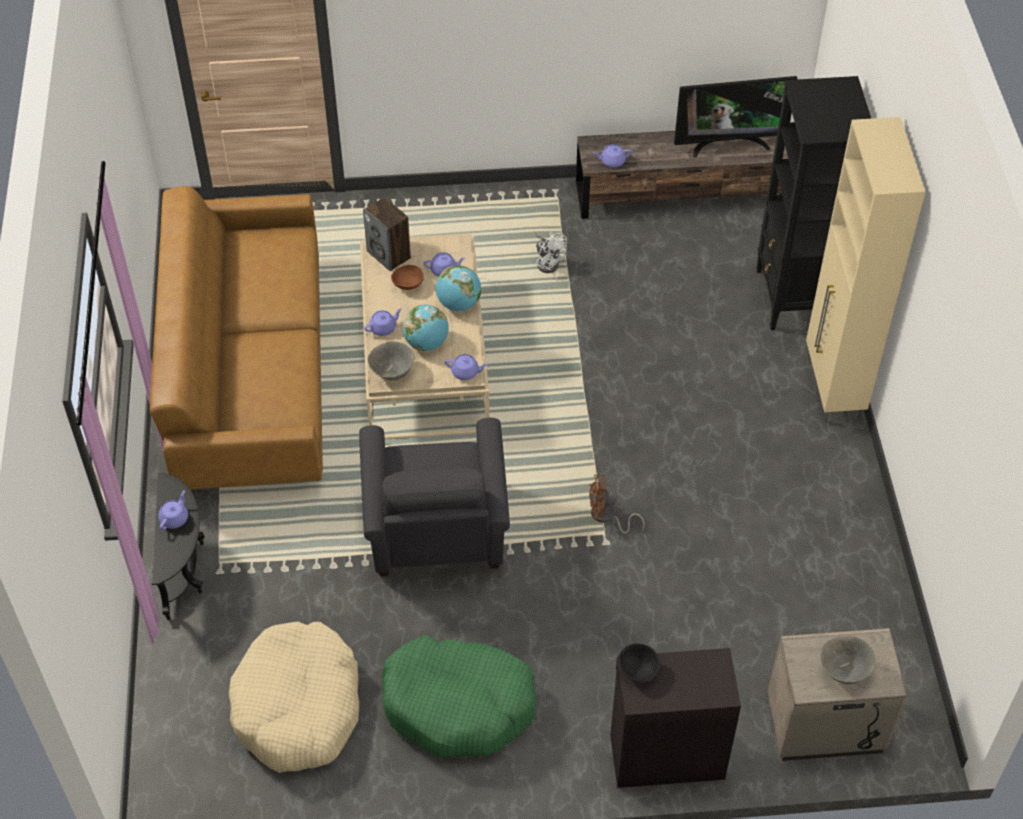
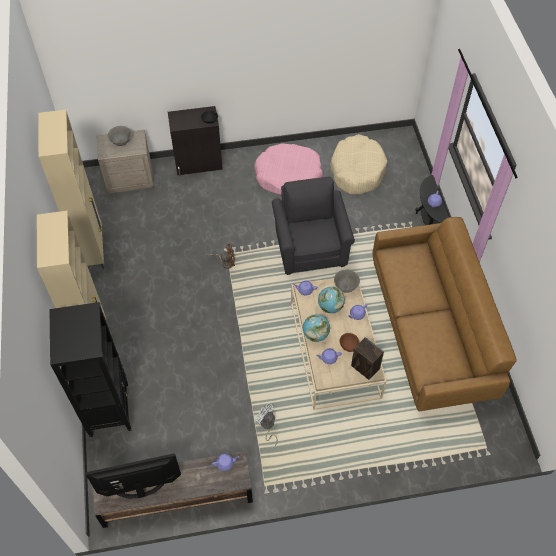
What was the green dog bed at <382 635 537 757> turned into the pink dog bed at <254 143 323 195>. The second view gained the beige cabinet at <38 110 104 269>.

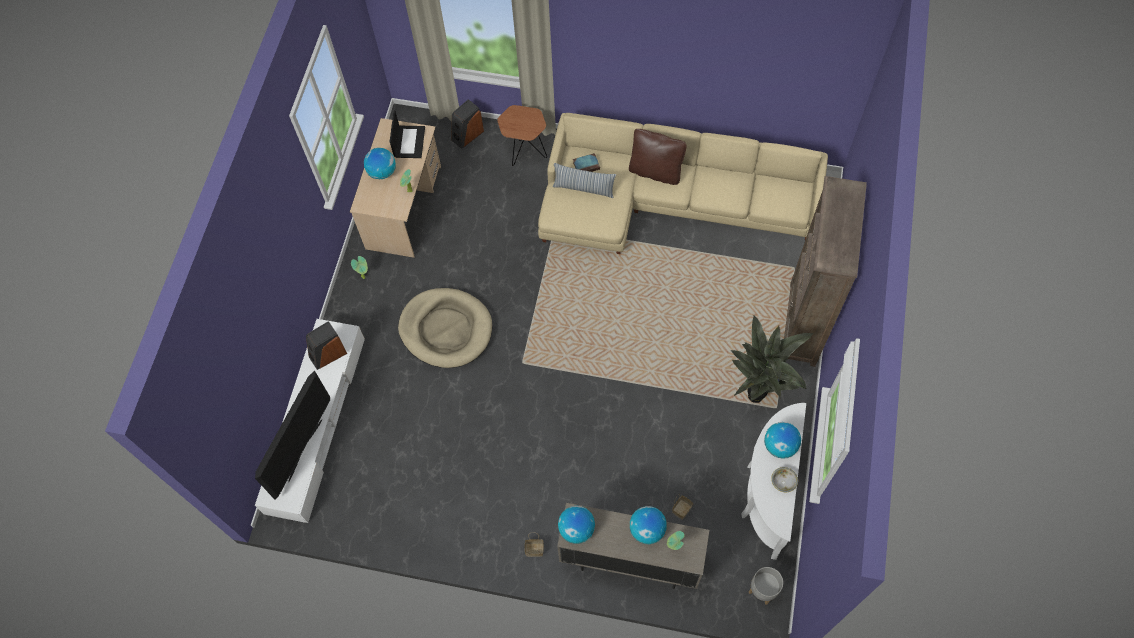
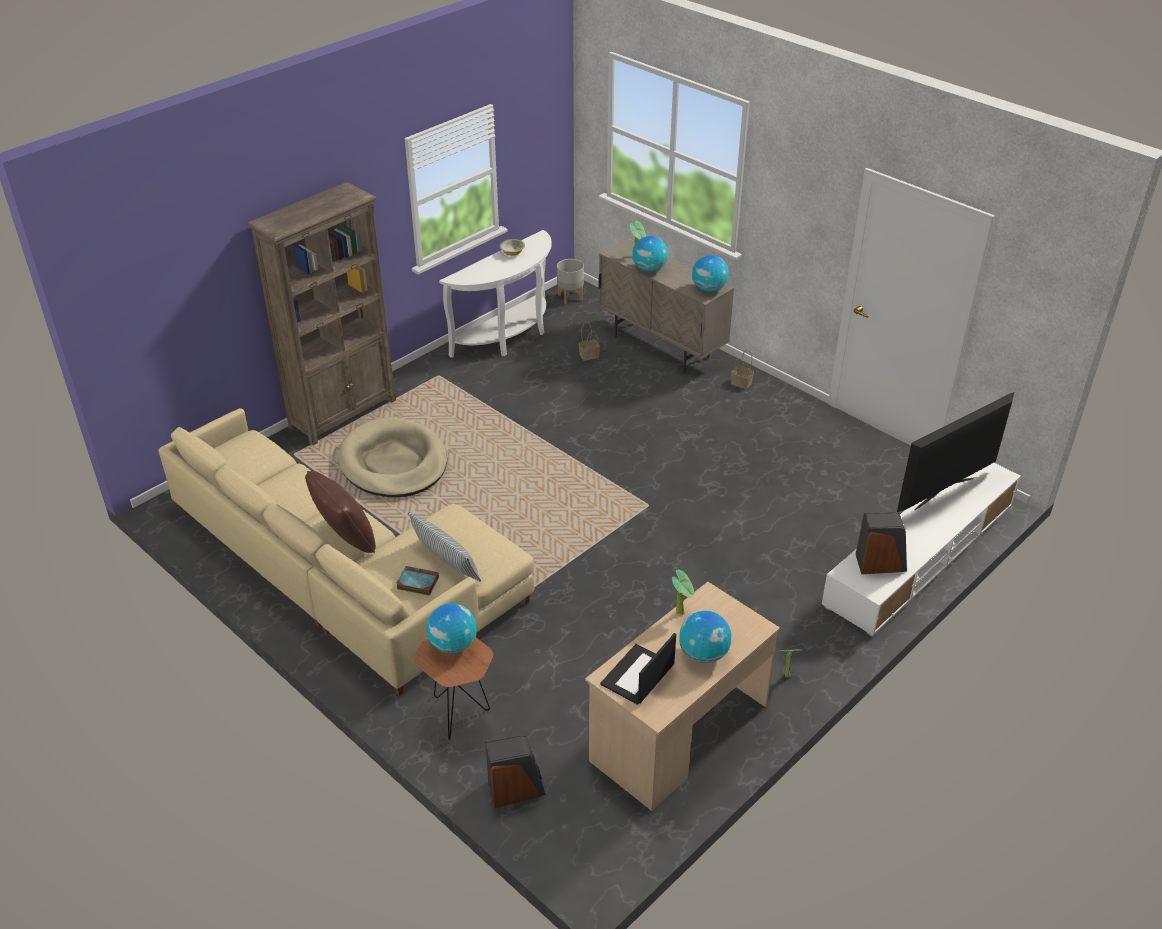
The beige dog bed ended up elsewhere, having gone from <398 288 492 368> to <338 417 447 497>. The second view lost the potted plant at <730 315 814 403>. The globe ended up elsewhere, having gone from <764 422 801 459> to <426 603 477 654>.

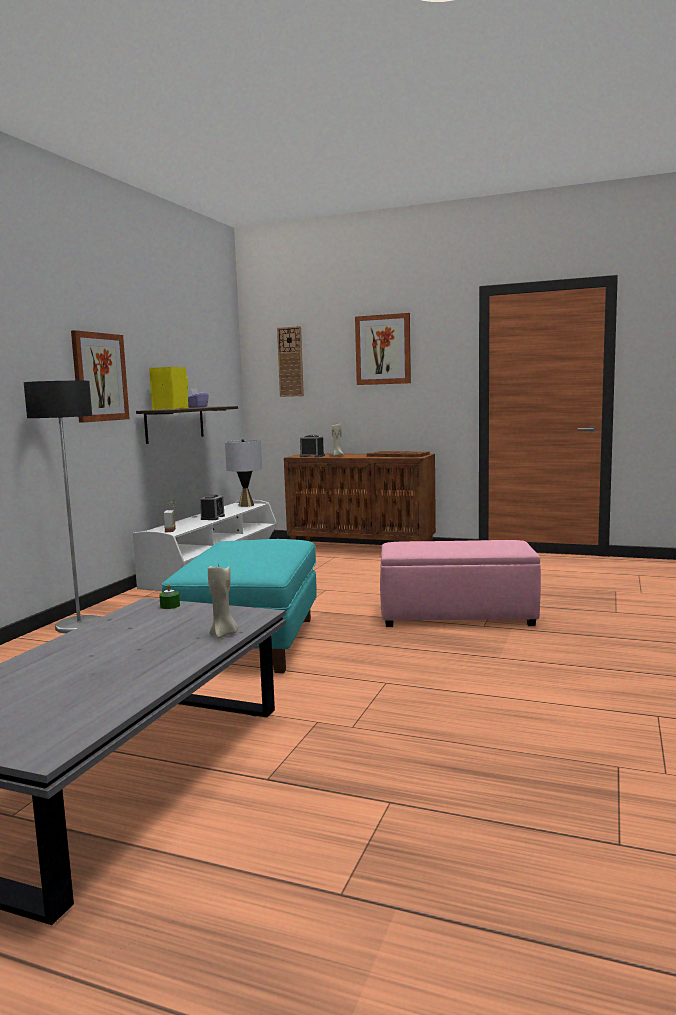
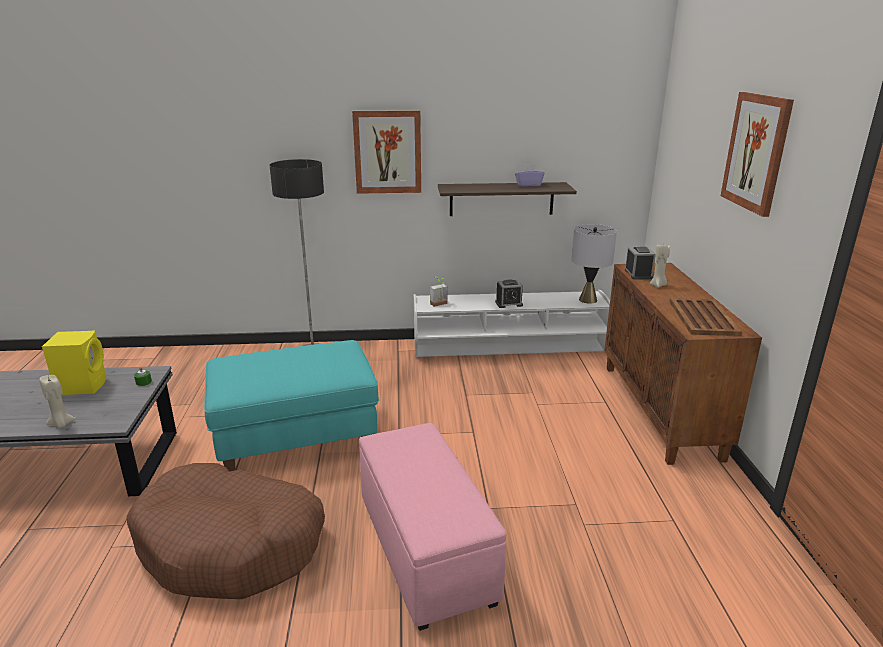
The yellow speaker ended up elsewhere, having gone from <149 367 188 410> to <42 330 107 395>. The second view lost the wall clock at <277 326 304 397>. The second view gained the brown dog bed at <127 463 325 599>.

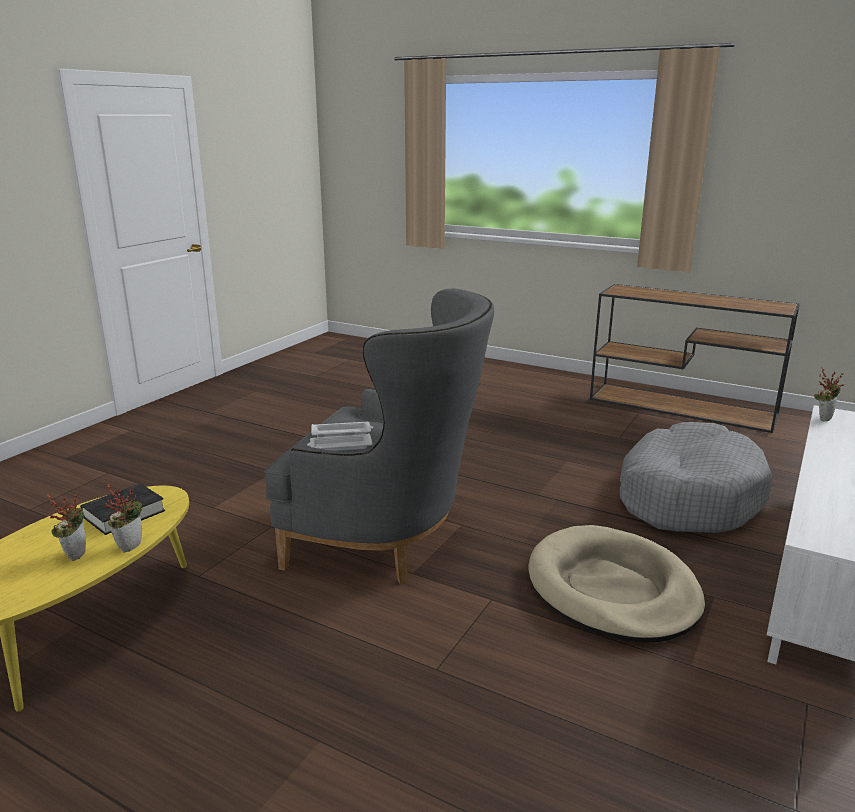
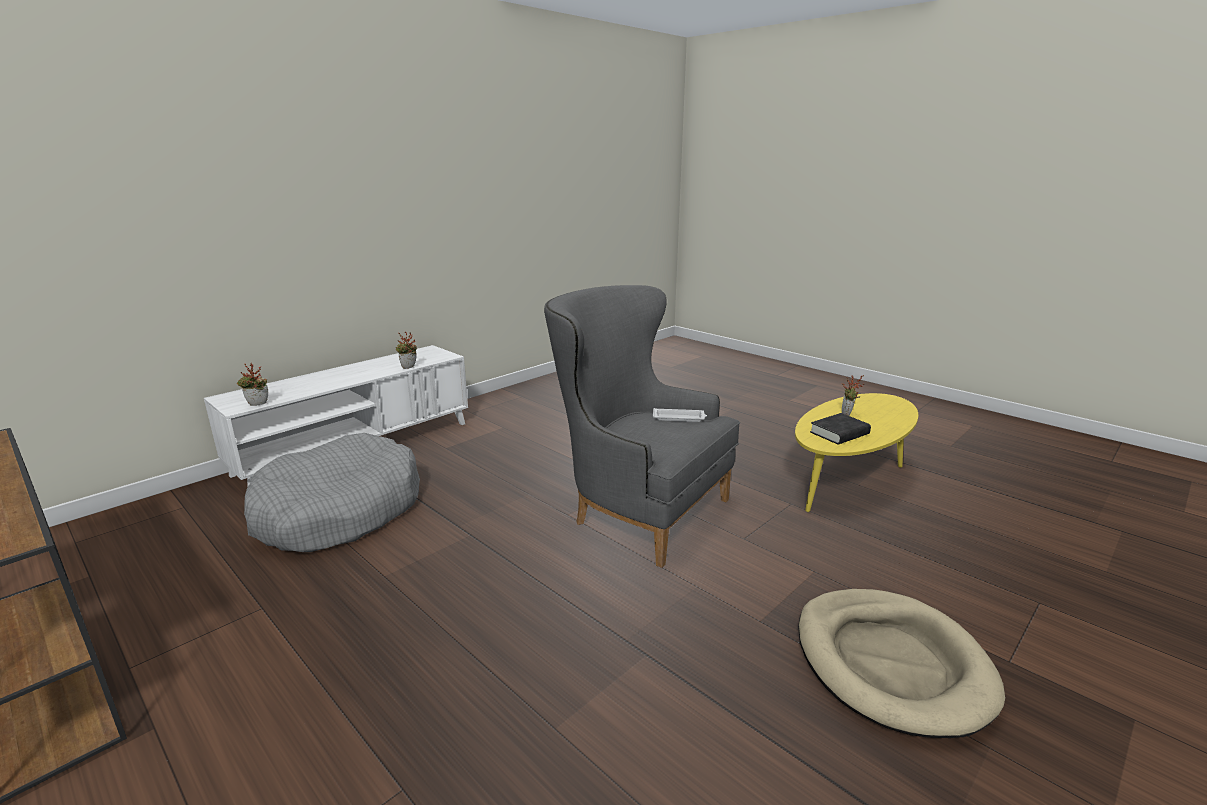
The potted plant ended up elsewhere, having gone from <105 484 142 553> to <396 331 417 369>. The second view lost the white tray at <311 422 373 437>. The beige dog bed ended up elsewhere, having gone from <528 525 705 642> to <798 589 1005 738>.

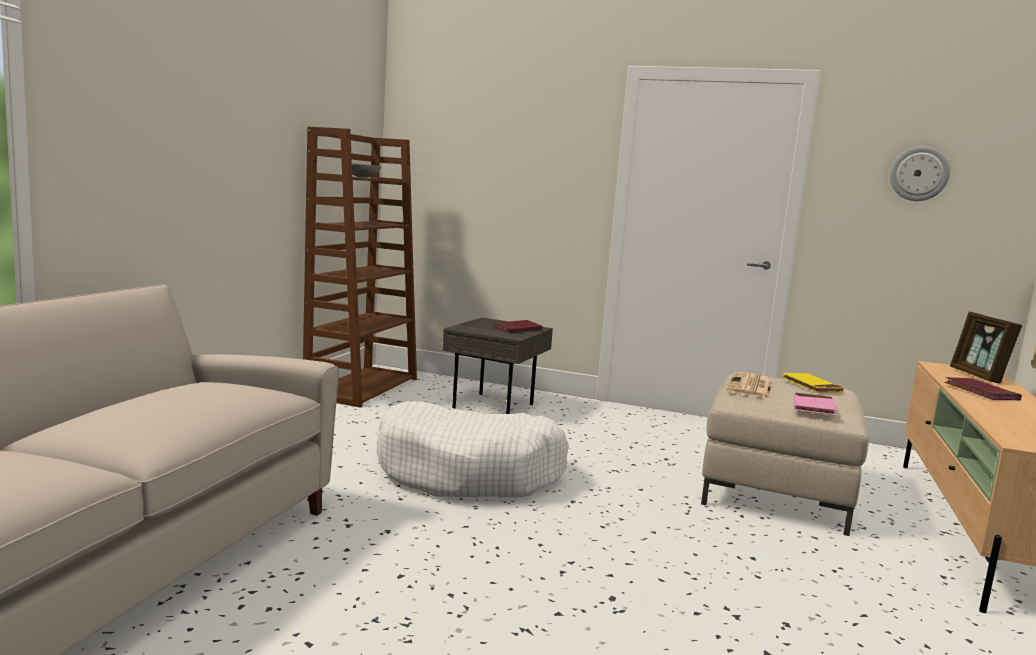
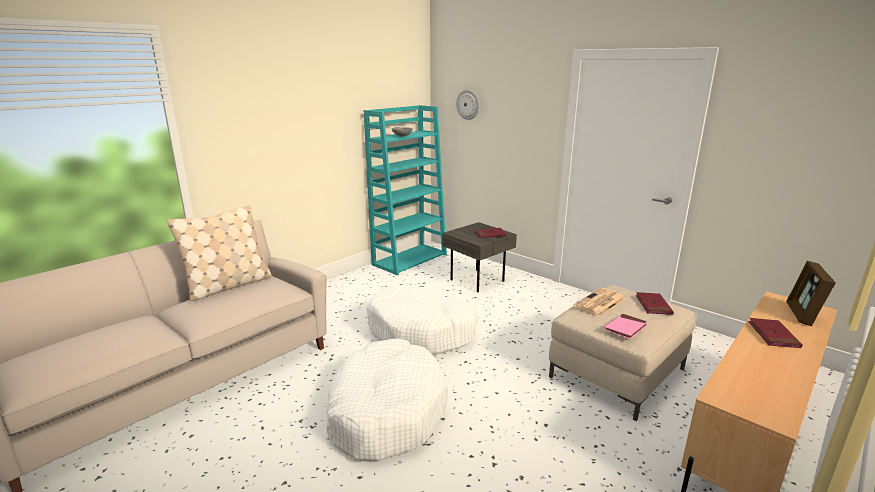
What was the brown bookcase at <303 127 417 408> turned into the turquoise bookcase at <364 105 447 276>. What was the yellow book at <781 373 844 393> turned into the red book at <636 292 674 315>. The wall clock ended up elsewhere, having gone from <890 146 950 201> to <456 89 479 120>. The second view gained the beige pillow at <167 205 272 301>. The second view gained the white dog bed at <326 339 448 461>.

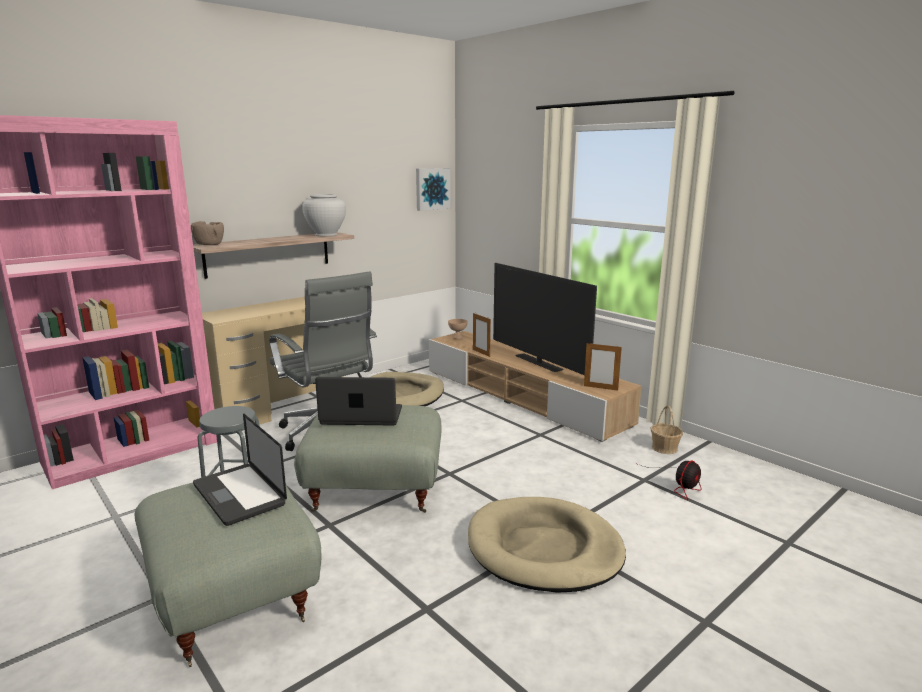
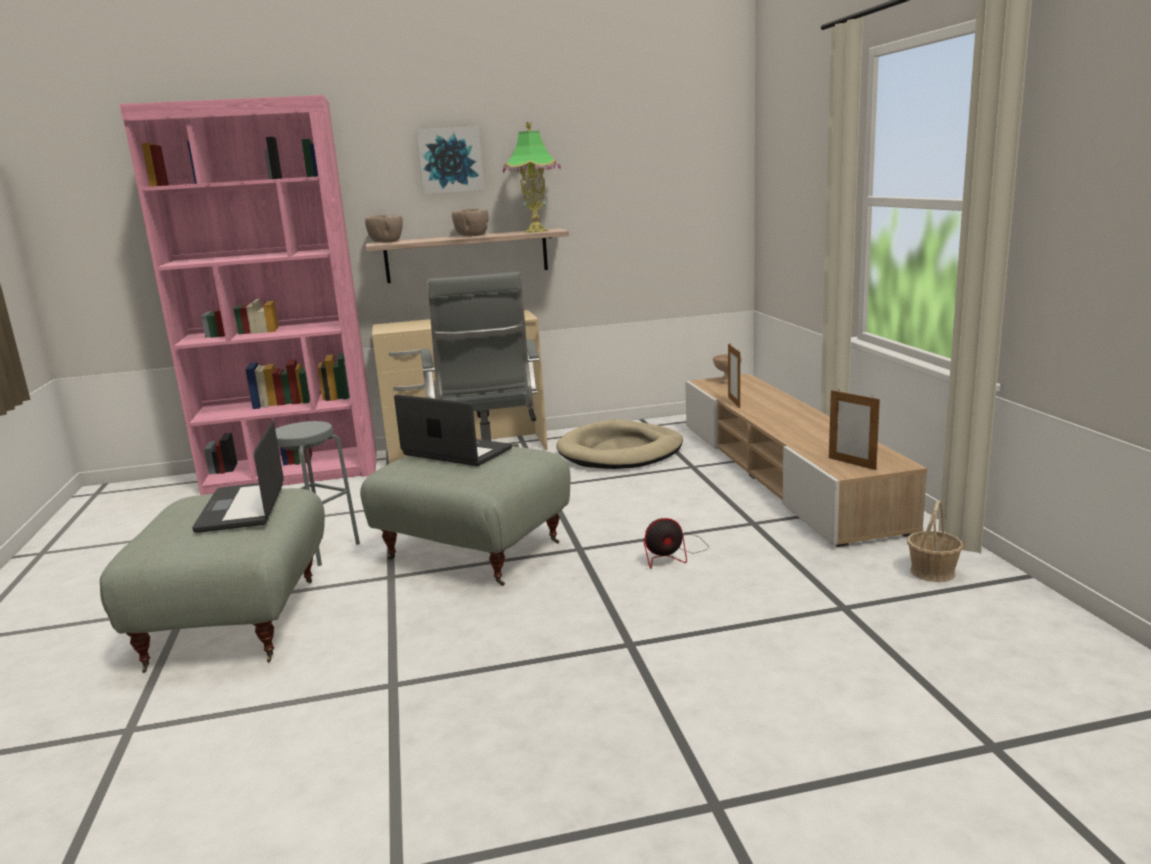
Where the white vase stood at <302 194 346 236>, the table lamp came to stand at <503 122 561 232>. The picture ended up elsewhere, having gone from <416 168 451 211> to <416 126 484 194>. The second view lost the beige dog bed at <468 497 626 593>. The second view lost the television at <493 263 597 375>. The fan ended up elsewhere, having gone from <638 460 702 500> to <643 518 707 569>. The second view gained the brown bowl at <452 208 488 236>.

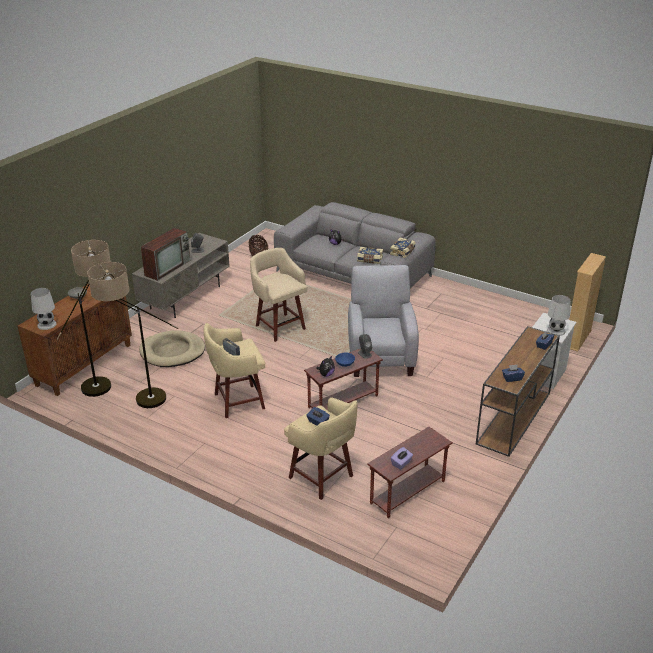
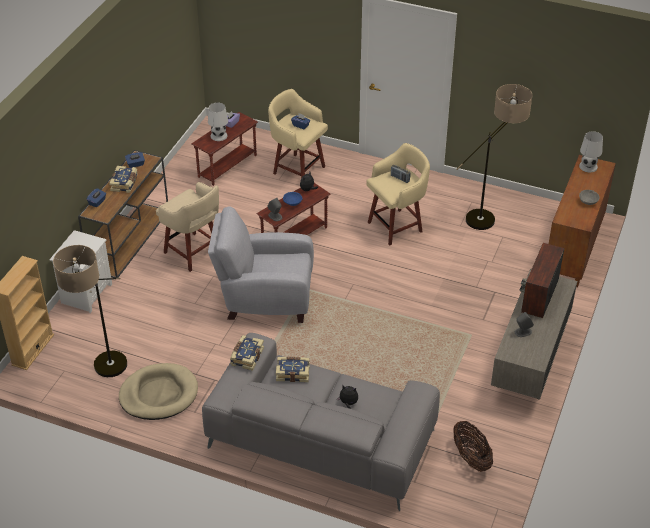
The floor lamp ended up elsewhere, having gone from <57 240 111 397> to <53 245 127 377>. The beige dog bed ended up elsewhere, having gone from <139 330 205 367> to <119 363 198 420>. The beige stool ended up elsewhere, having gone from <250 248 307 342> to <156 182 219 272>. The grey armchair at <348 265 419 377> ended up facing another way, 105 degrees clockwise from before. The white table lamp ended up elsewhere, having gone from <547 295 571 336> to <208 103 228 141>. The second view gained the book at <109 166 138 193>.

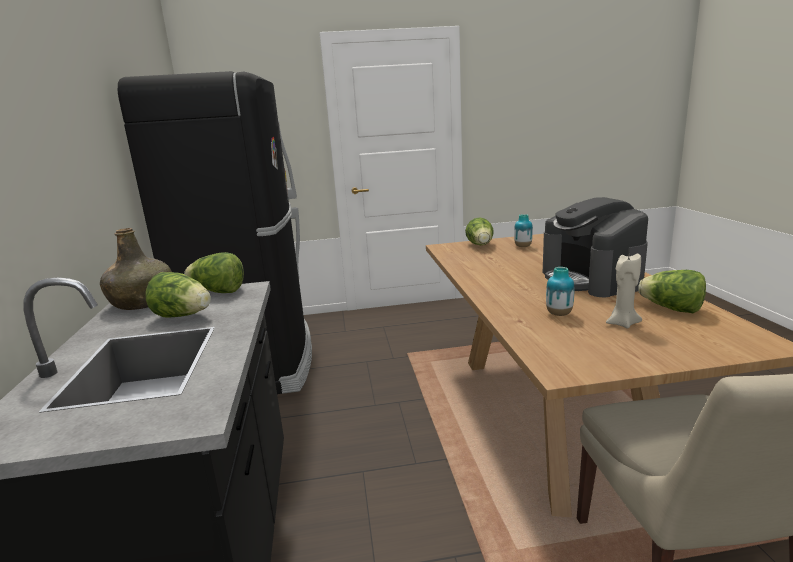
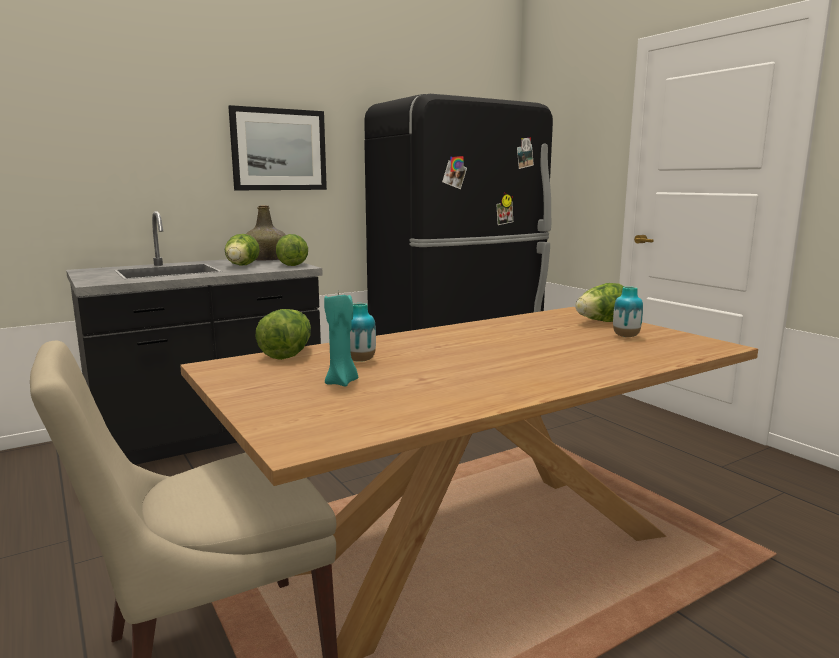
The second view lost the coffee machine at <543 197 648 297>. What was the beige candle at <606 254 642 329> turned into the turquoise candle at <324 293 358 387>. The lettuce ended up elsewhere, having gone from <638 270 706 313> to <256 309 311 360>. The second view gained the picture at <228 105 327 190>.

